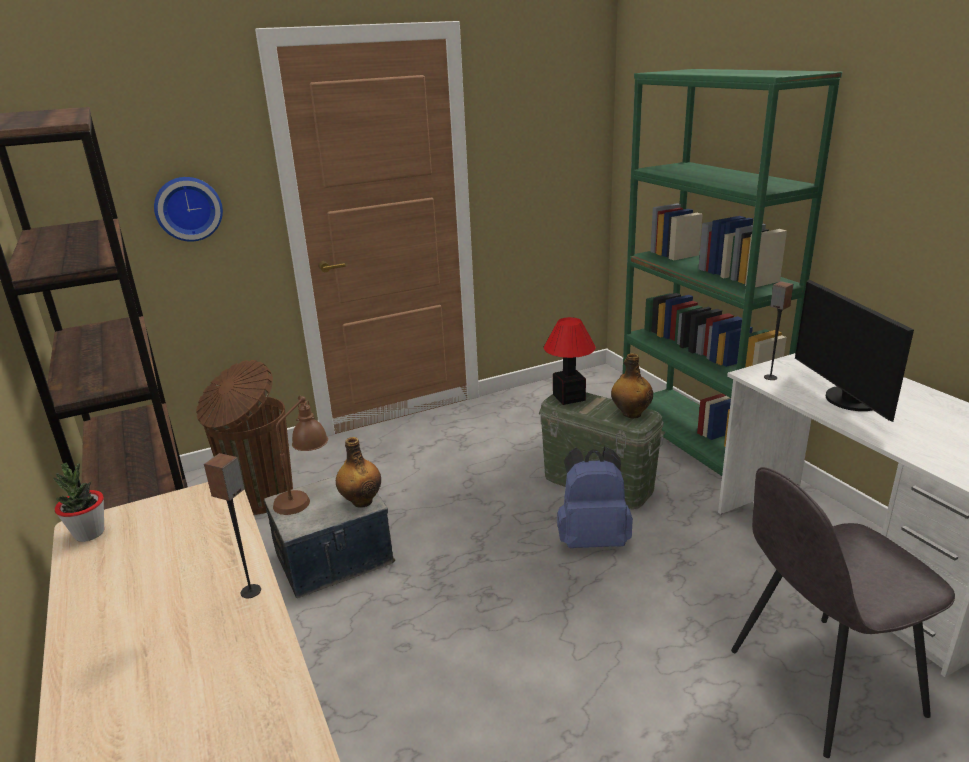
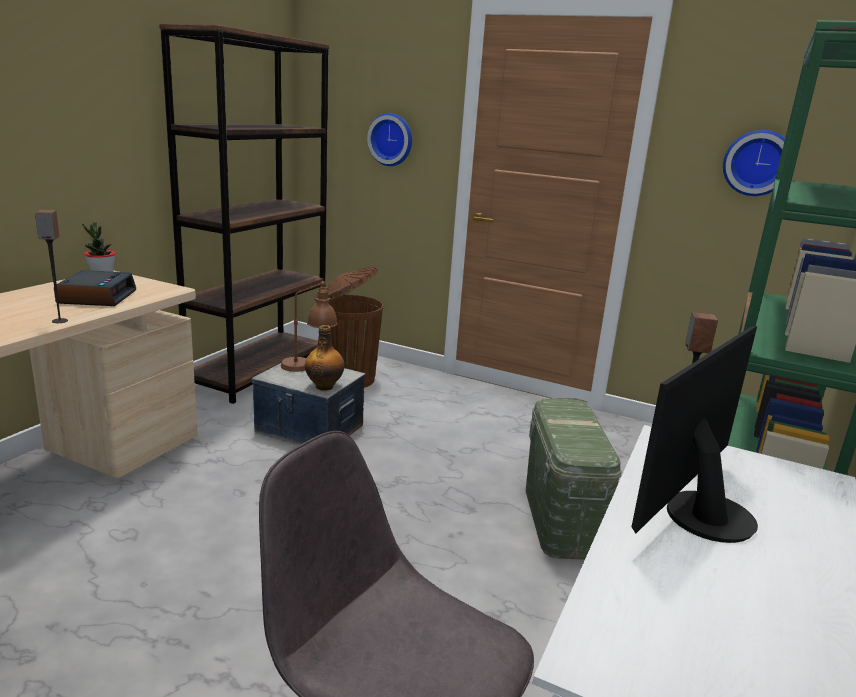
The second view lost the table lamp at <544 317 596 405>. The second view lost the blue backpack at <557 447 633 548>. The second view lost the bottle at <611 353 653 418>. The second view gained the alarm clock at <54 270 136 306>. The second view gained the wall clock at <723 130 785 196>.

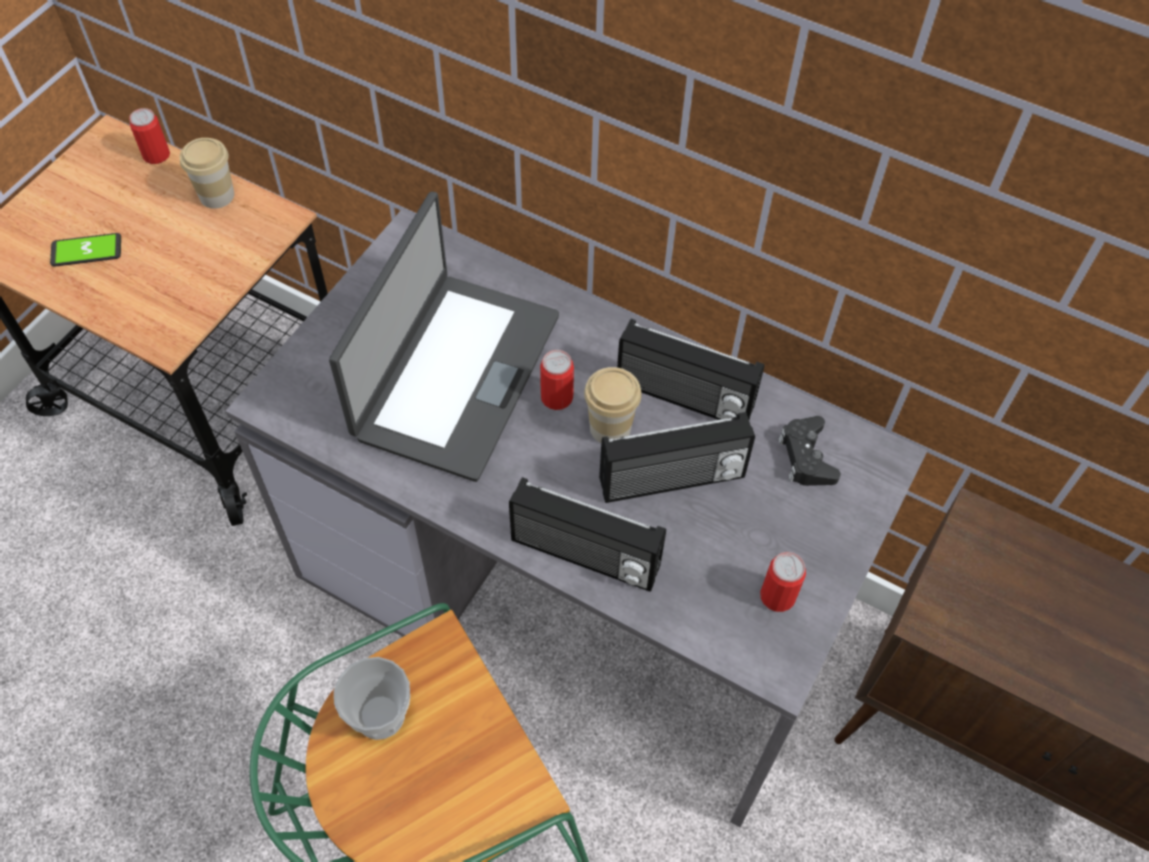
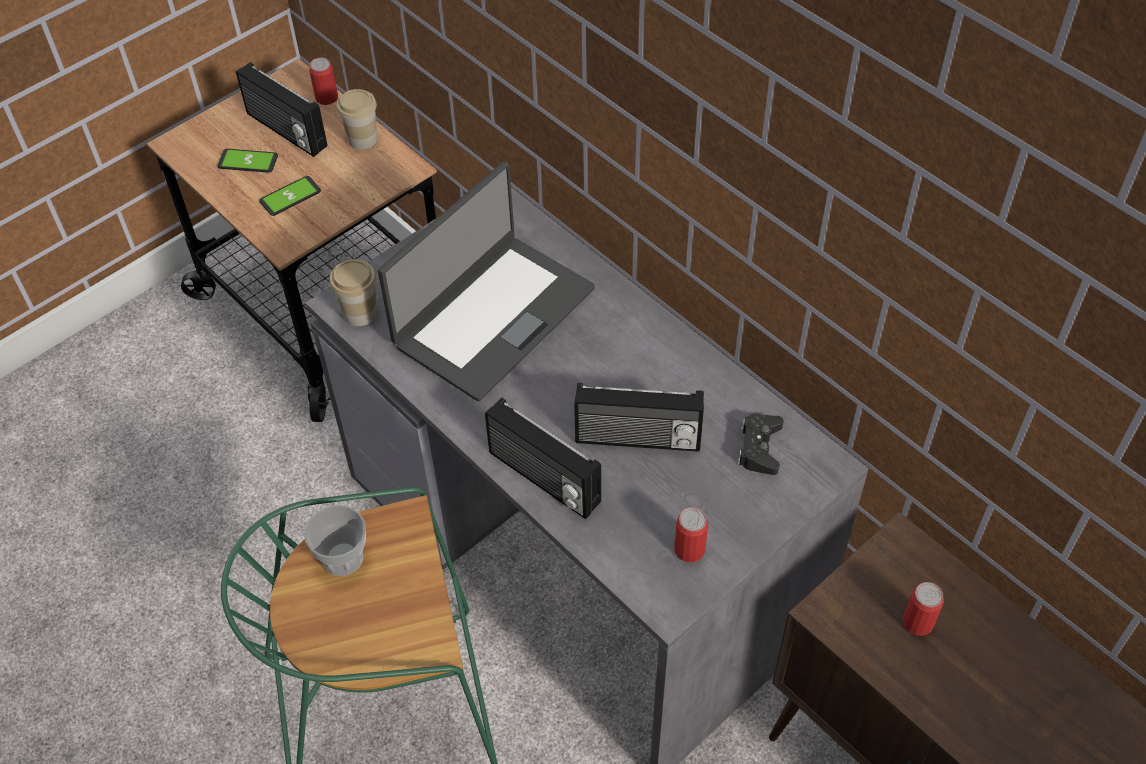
The can ended up elsewhere, having gone from <540 350 574 410> to <903 582 944 636>. The cup ended up elsewhere, having gone from <584 367 642 443> to <330 259 377 326>. The radio ended up elsewhere, having gone from <617 319 765 420> to <236 62 327 157>. The second view gained the phone at <259 176 321 216>.

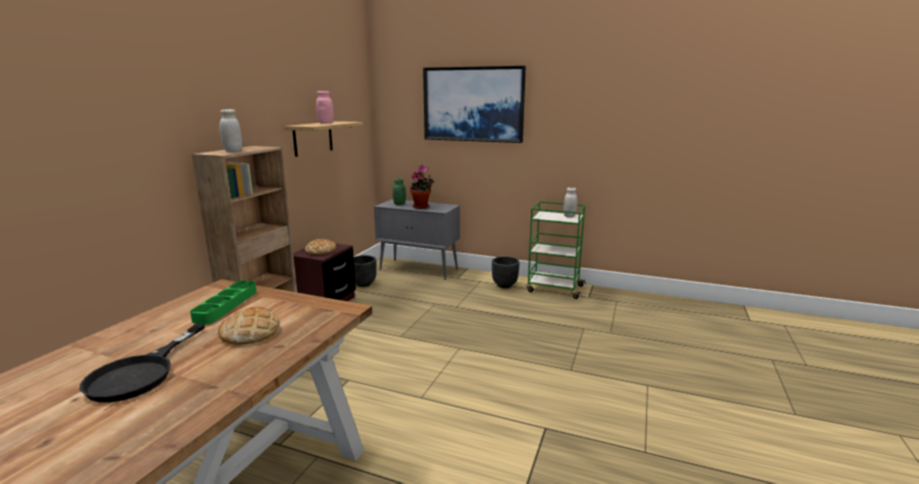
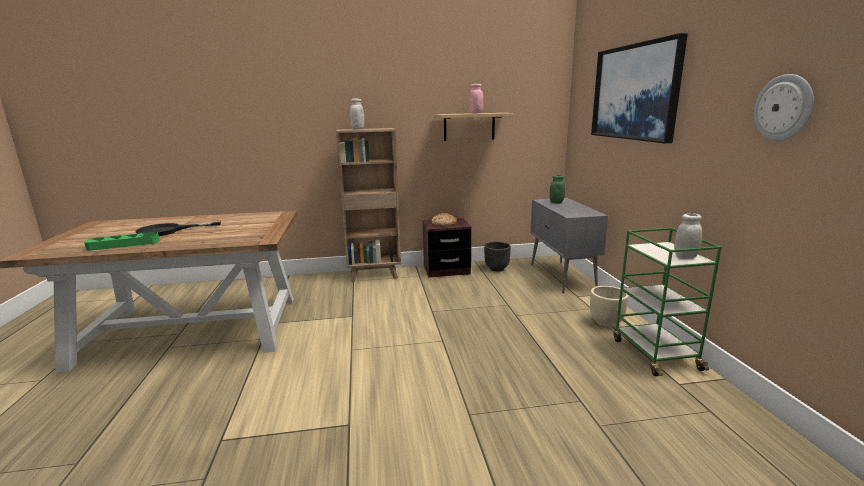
The green tray ended up elsewhere, having gone from <190 281 257 324> to <84 232 160 251>. The second view lost the bread at <218 307 280 345>. The second view lost the potted plant at <410 165 434 209>. What was the black planter at <492 256 520 288> turned into the beige planter at <590 286 629 327>. The second view gained the wall clock at <754 74 814 141>.

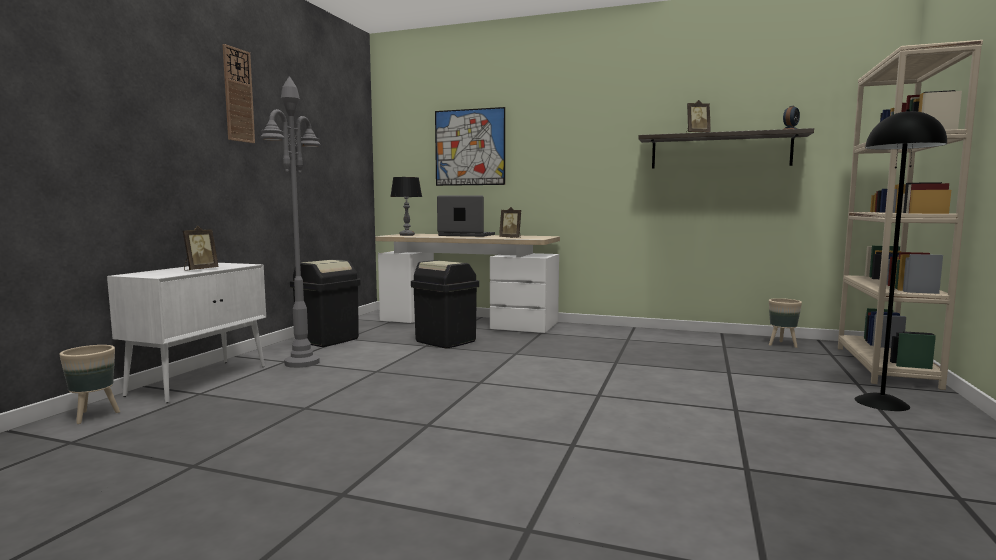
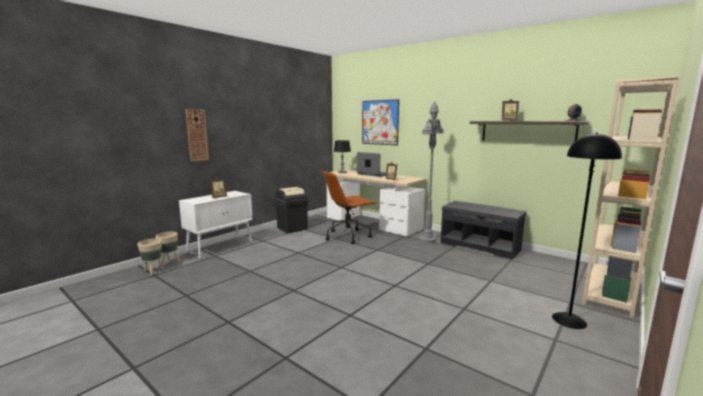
The wall clock ended up elsewhere, having gone from <223 44 255 143> to <185 109 209 161>. The grey floor lamp ended up elsewhere, having gone from <260 76 321 368> to <420 101 444 243>. Where the black trash can stood at <411 260 479 348>, the brown office chair came to stand at <323 171 376 244>. The beige planter ended up elsewhere, having gone from <769 298 802 348> to <138 239 164 275>. The second view gained the grey bench at <440 201 526 260>.

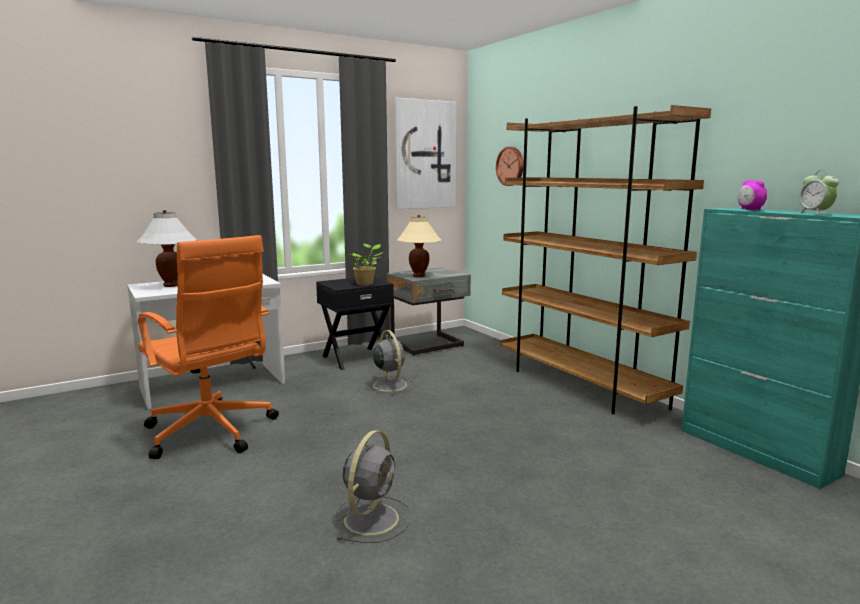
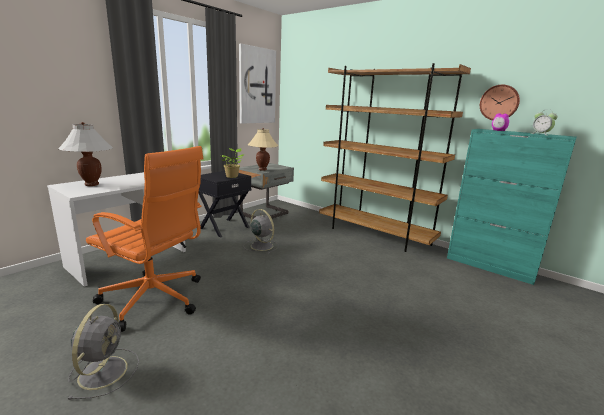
The grey fan ended up elsewhere, having gone from <334 430 412 543> to <67 304 139 400>. The wall clock ended up elsewhere, having gone from <496 147 523 186> to <480 85 520 120>.

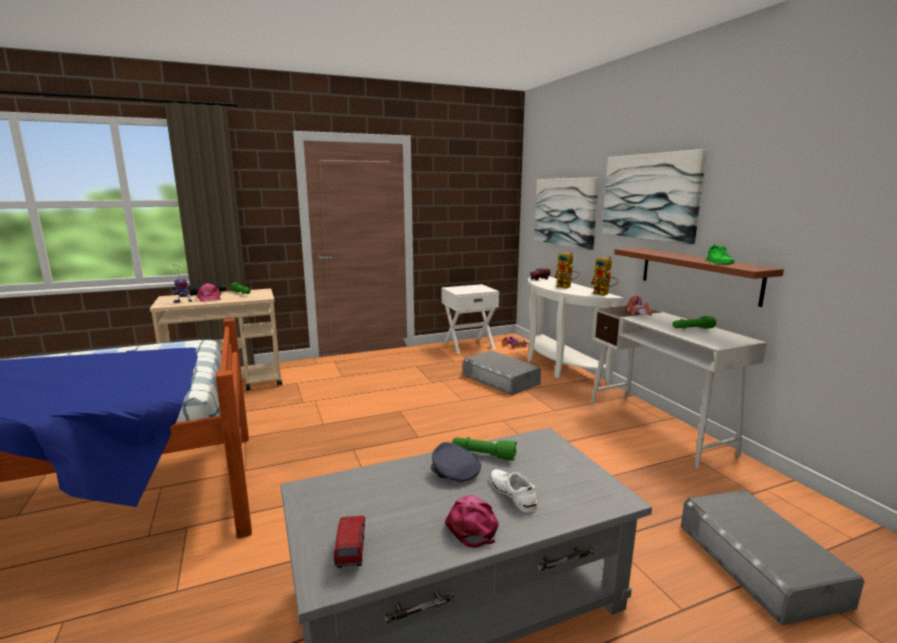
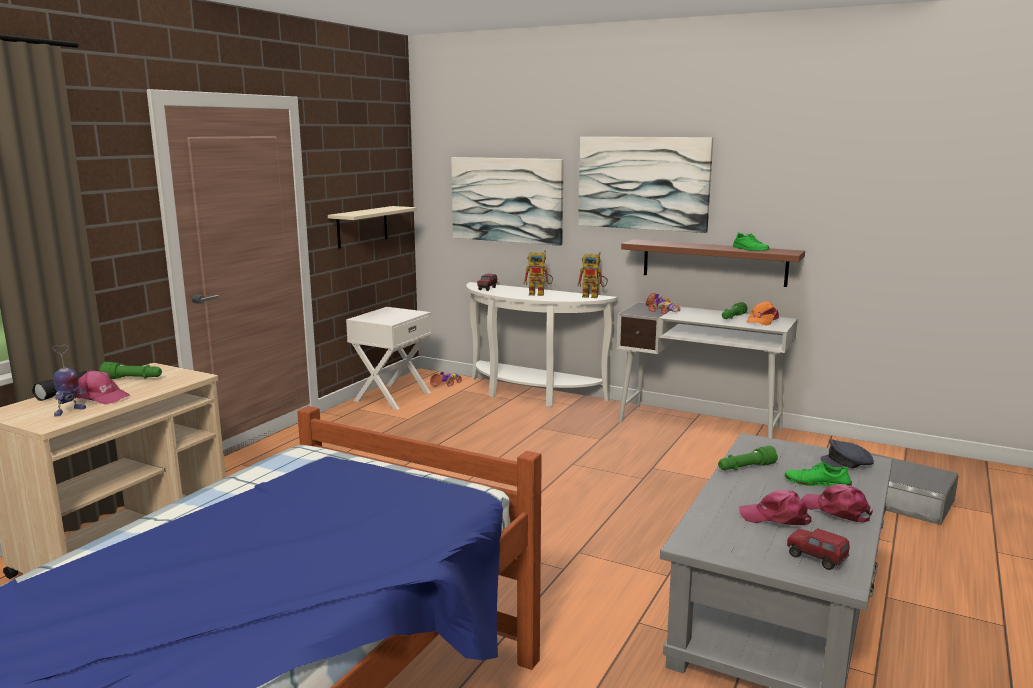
The grey cap ended up elsewhere, having gone from <431 442 481 482> to <820 439 874 468>. The second view lost the grey storage box at <463 351 541 395>. What was the white shoe at <490 469 537 512> turned into the green shoe at <784 461 852 487>. The second view gained the beige shelf at <328 206 417 248>. The second view gained the pink cap at <739 490 812 525>. The second view gained the orange cap at <746 301 779 326>.

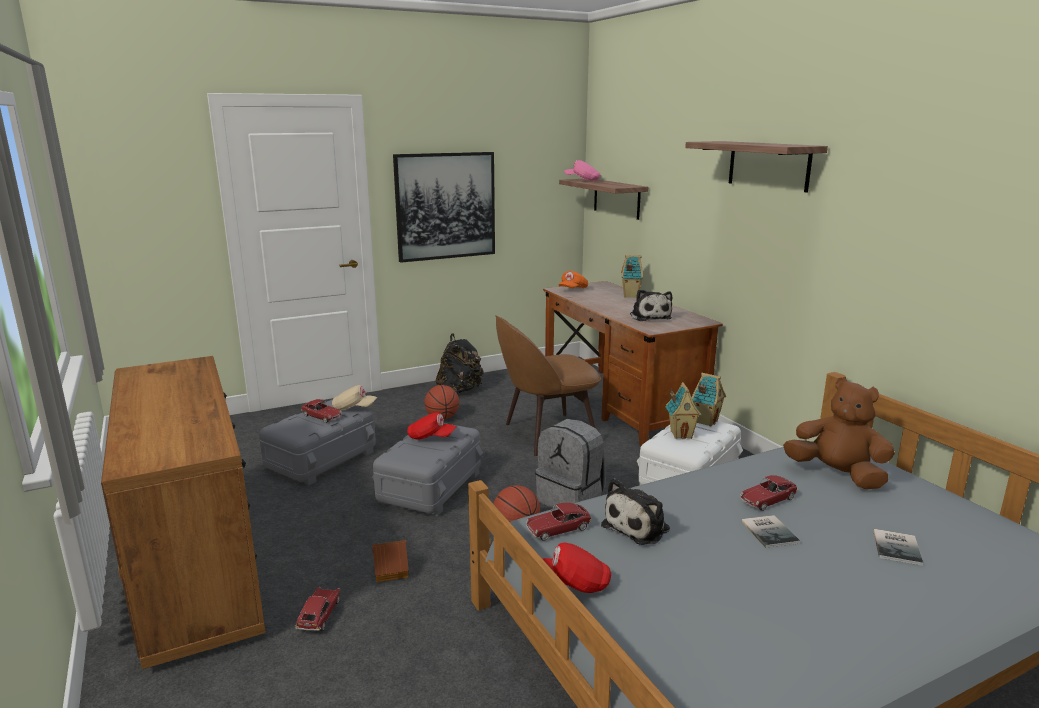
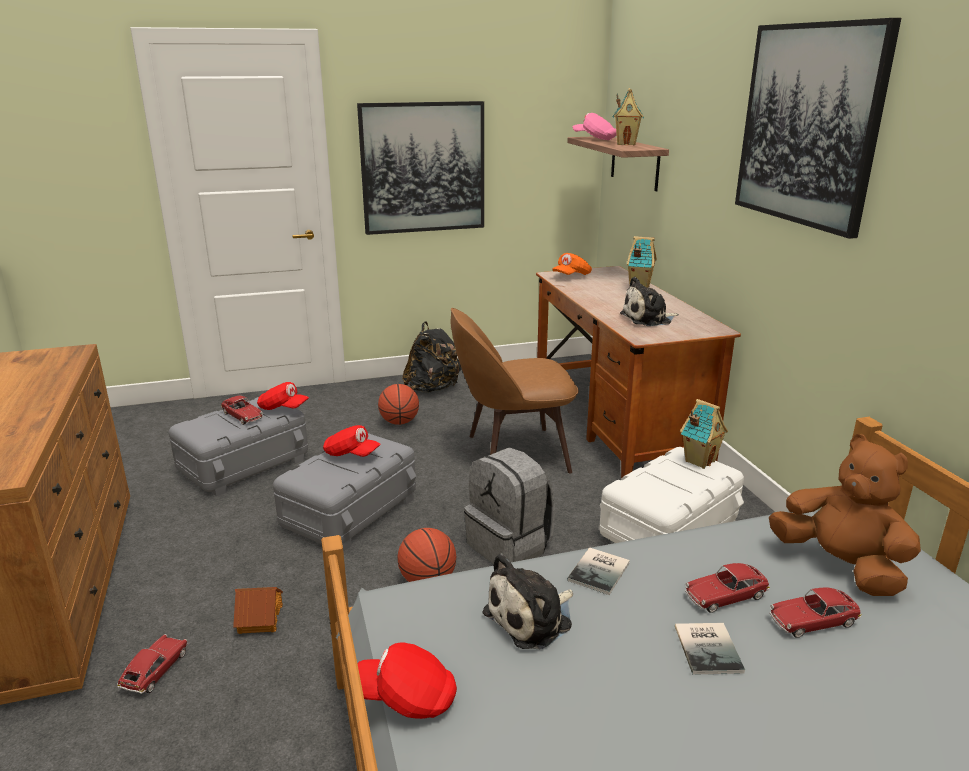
What was the beige cap at <332 385 377 410> turned into the red cap at <257 382 309 410>. The toy car ended up elsewhere, having gone from <526 503 592 541> to <769 587 861 638>. The plush toy at <630 289 672 321> ended up facing another way, 75 degrees clockwise from before. The toy house ended up elsewhere, having gone from <665 382 702 439> to <612 88 644 145>. Where the shelf hung at <685 141 828 193>, the picture came to hang at <735 18 901 239>. The book ended up elsewhere, having gone from <873 529 923 566> to <567 548 630 595>.

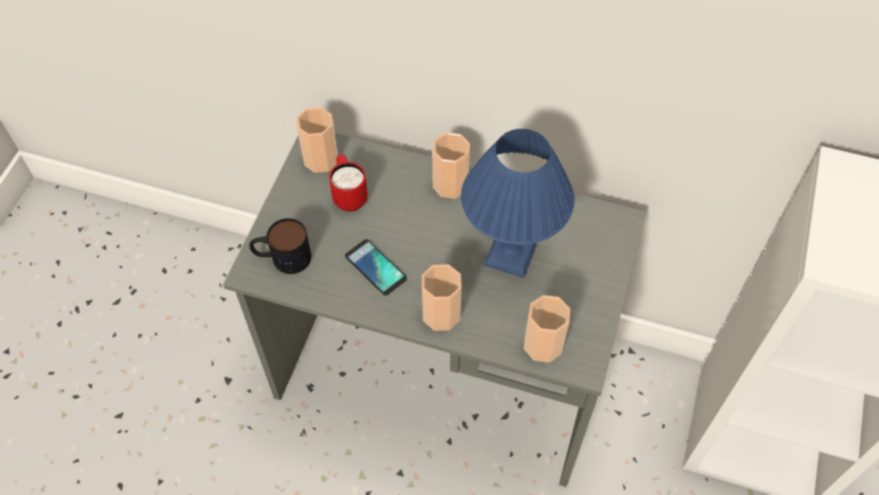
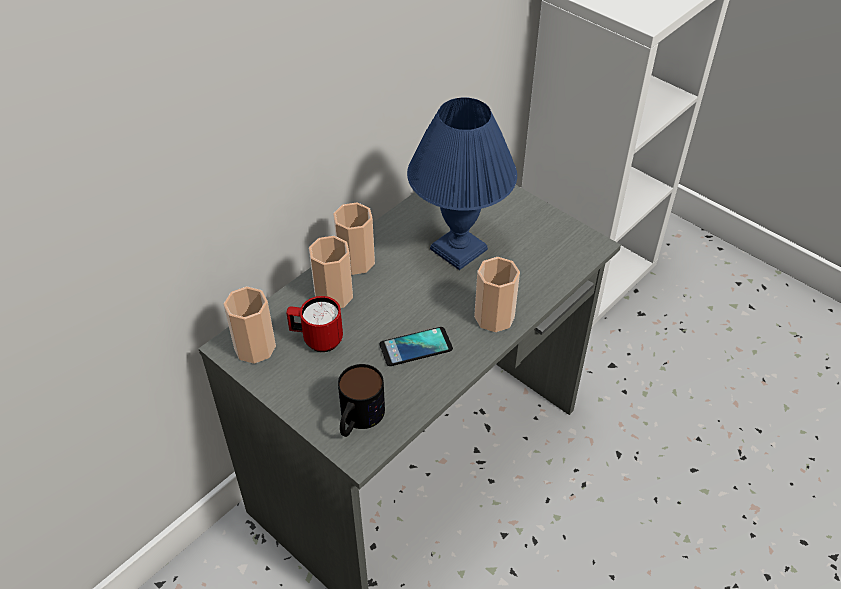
The cup ended up elsewhere, having gone from <524 295 570 363> to <309 236 353 308>.

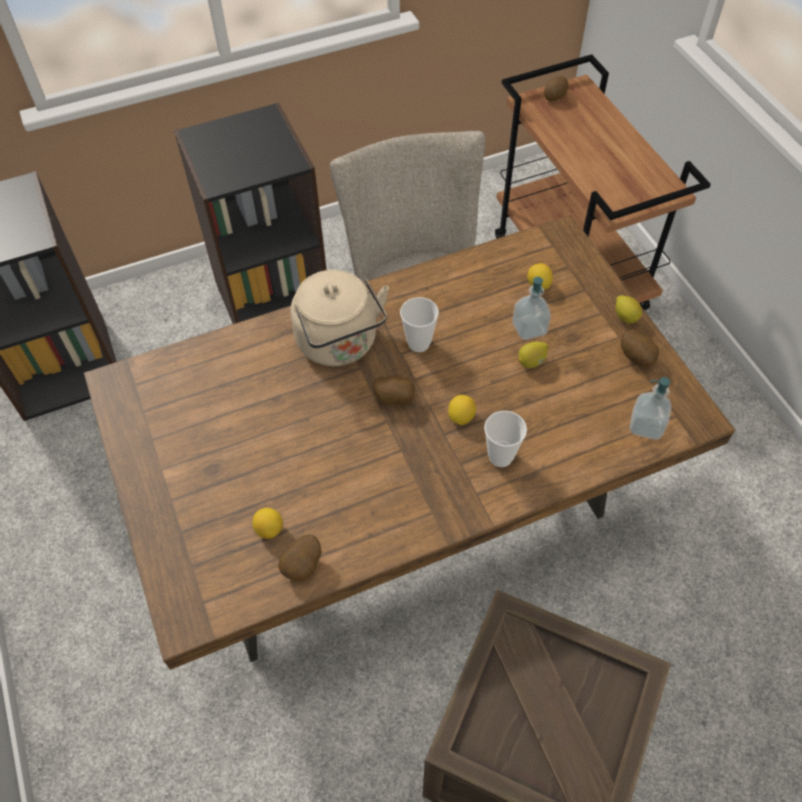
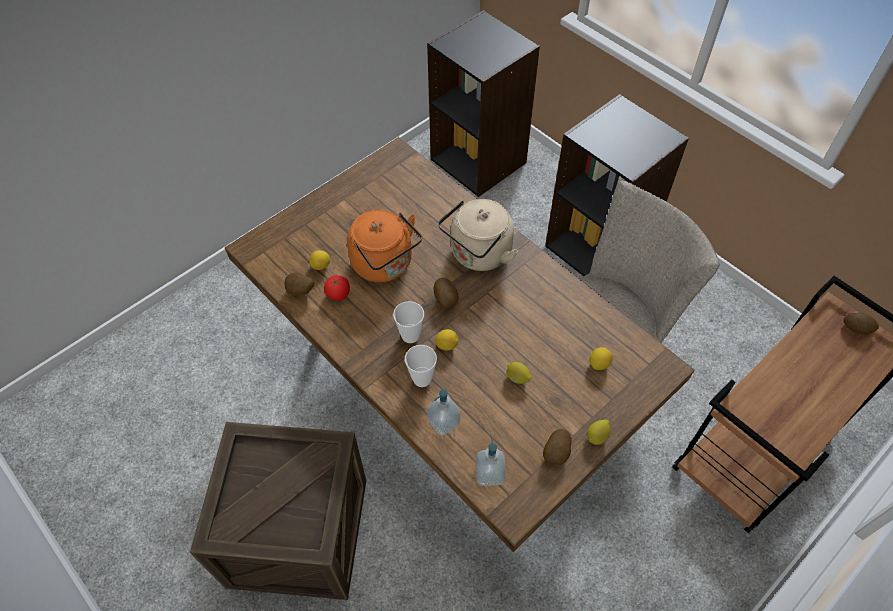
The cup ended up elsewhere, having gone from <400 297 439 352> to <393 301 424 343>. The soap dispenser ended up elsewhere, having gone from <512 277 551 340> to <427 389 461 436>. The second view gained the tomato at <324 275 350 301>. The second view gained the orange kettle at <347 210 422 282>.

